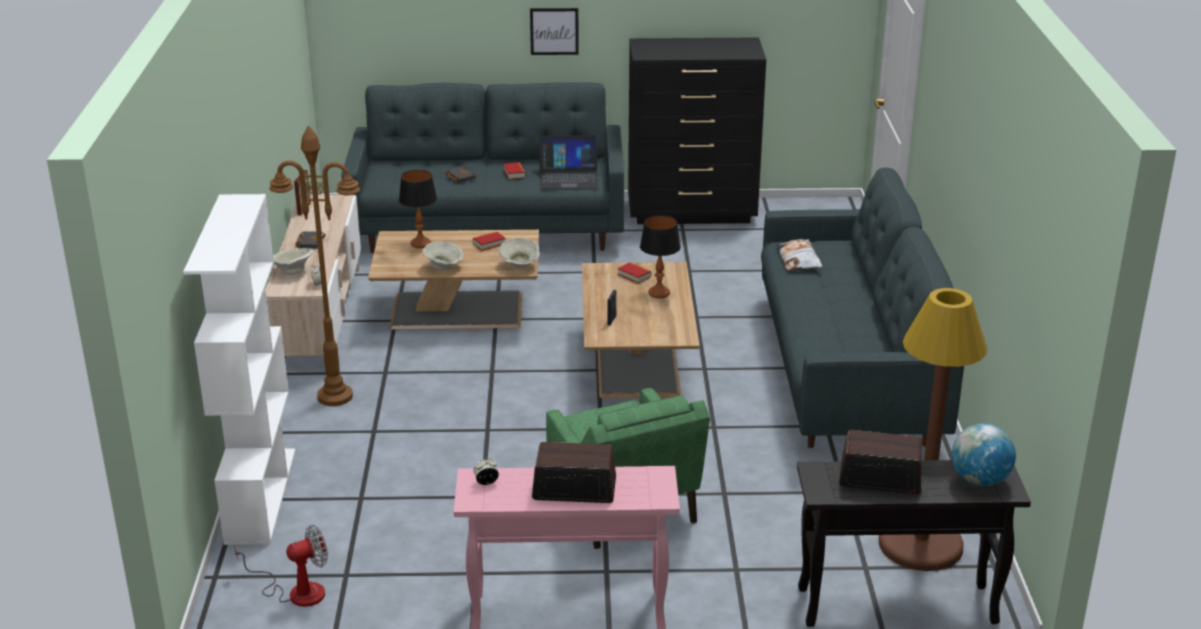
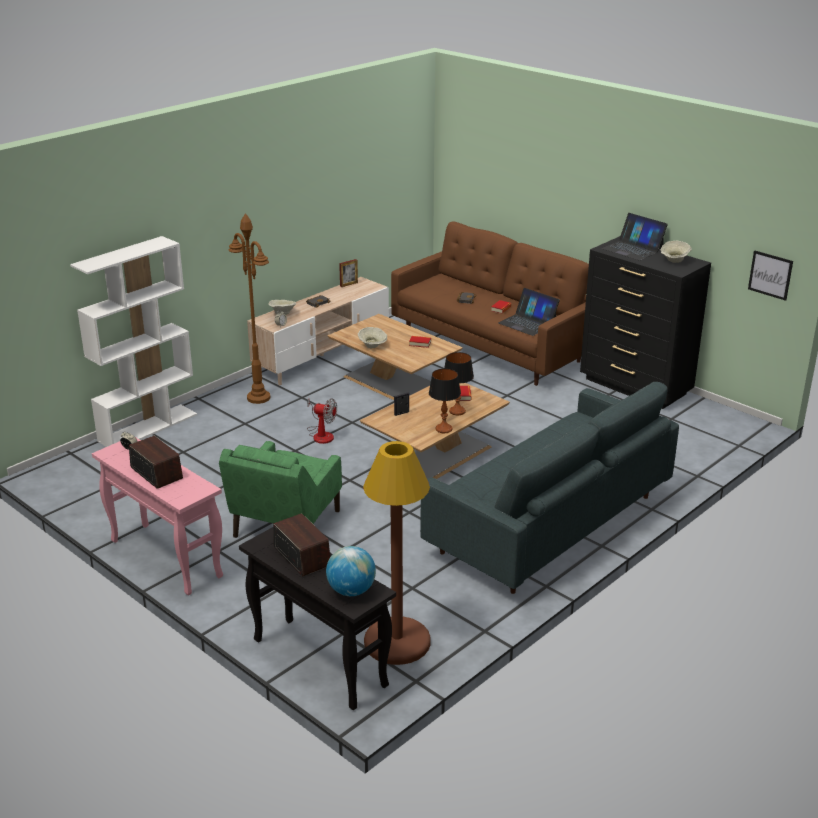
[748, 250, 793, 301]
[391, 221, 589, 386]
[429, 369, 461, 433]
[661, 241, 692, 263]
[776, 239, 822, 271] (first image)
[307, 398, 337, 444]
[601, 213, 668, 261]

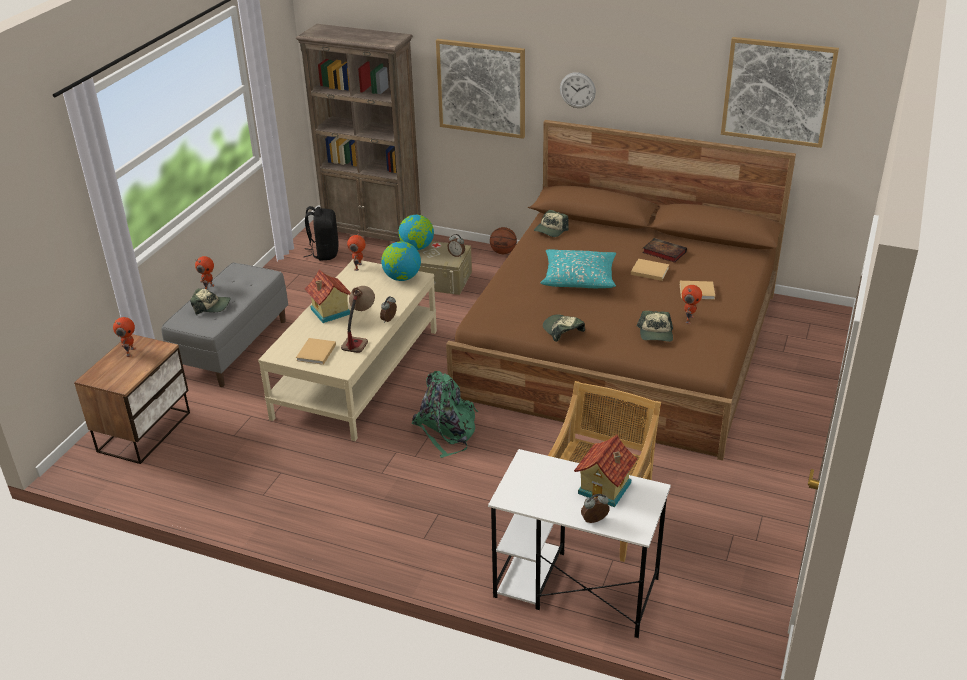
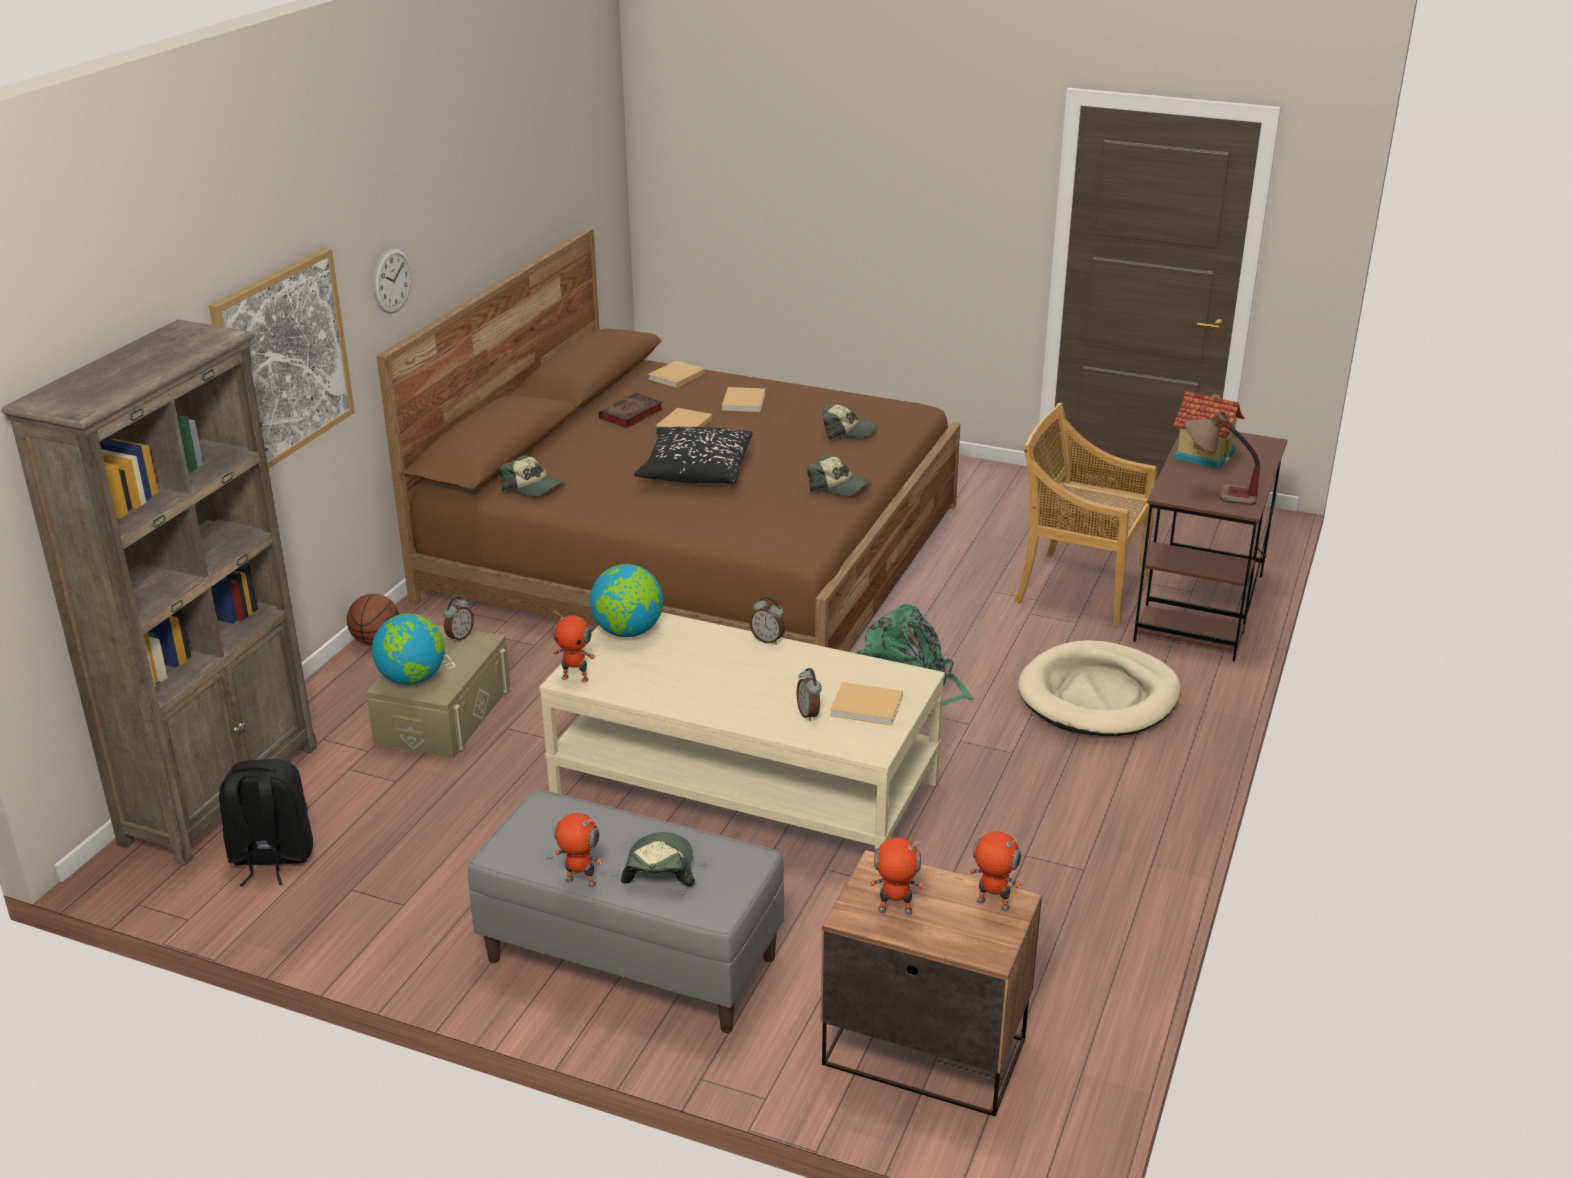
[721, 37, 839, 148] (first image)
[634, 427, 753, 483]
[305, 269, 351, 323] (first image)
[968, 831, 1022, 912]
[1185, 411, 1260, 506]
[807, 455, 871, 496]
[1133, 432, 1287, 662]
[797, 668, 822, 721]
[648, 360, 705, 388]
[1018, 640, 1181, 736]

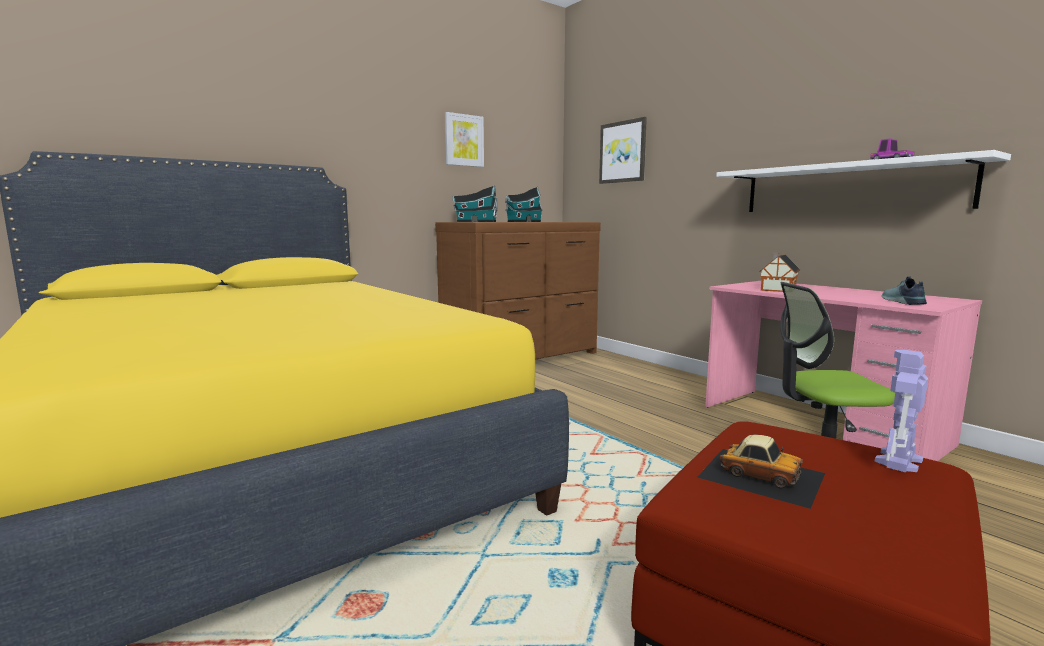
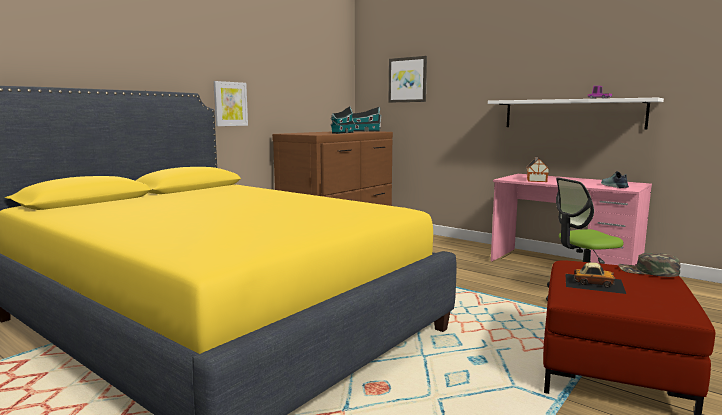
[213, 81, 248, 126]
[352, 106, 381, 132]
[618, 252, 680, 277]

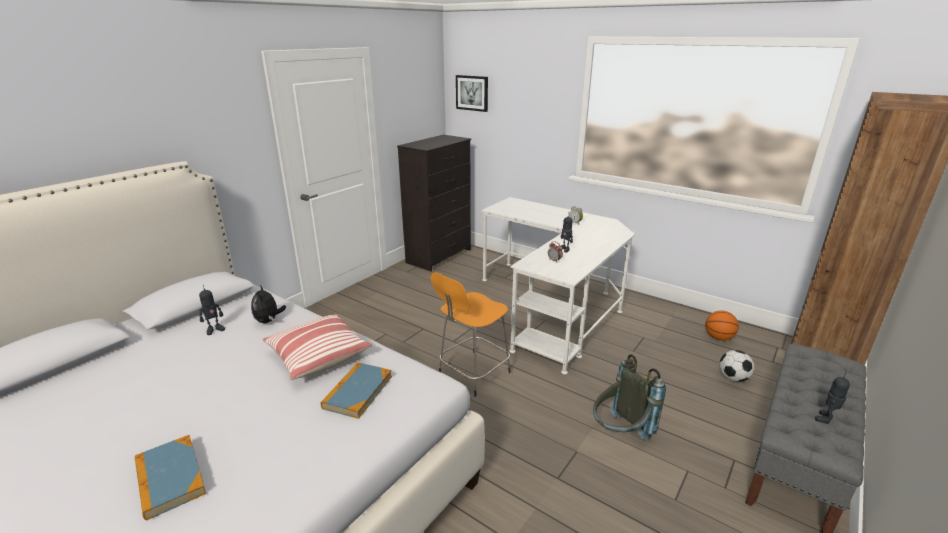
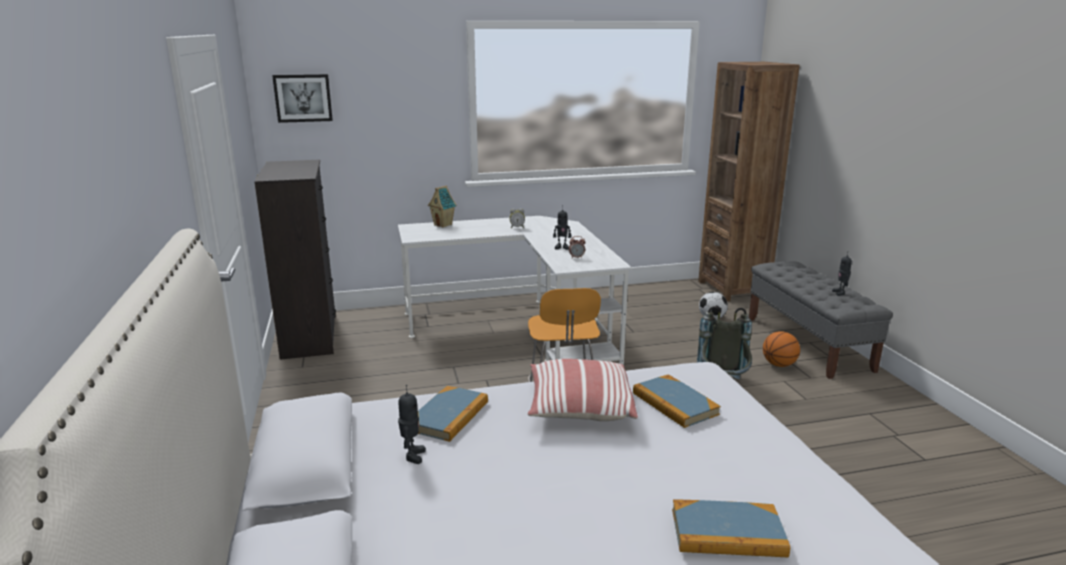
[418, 386, 488, 442]
[763, 331, 800, 367]
[428, 185, 456, 227]

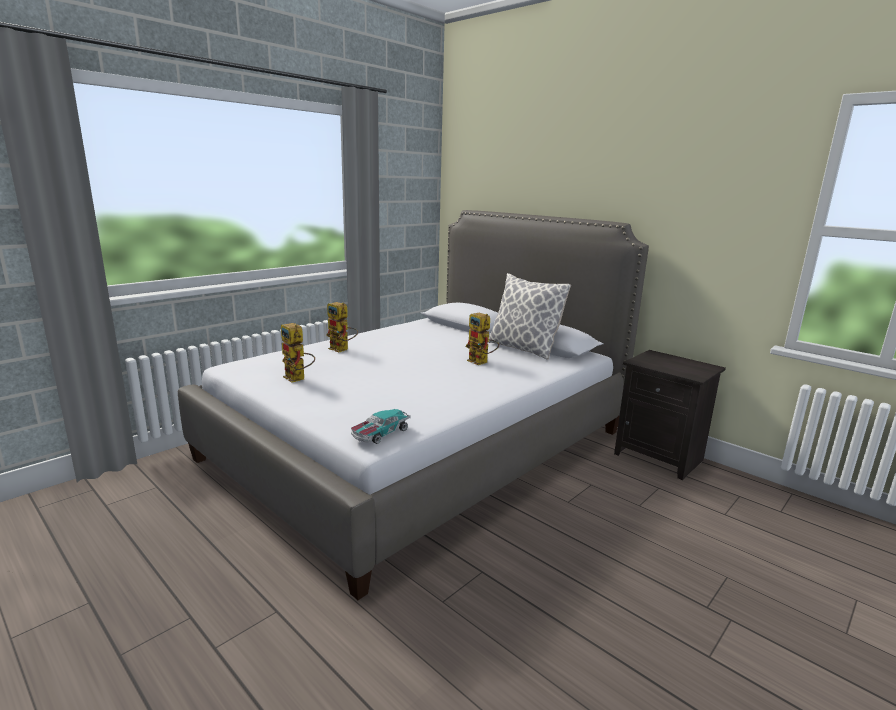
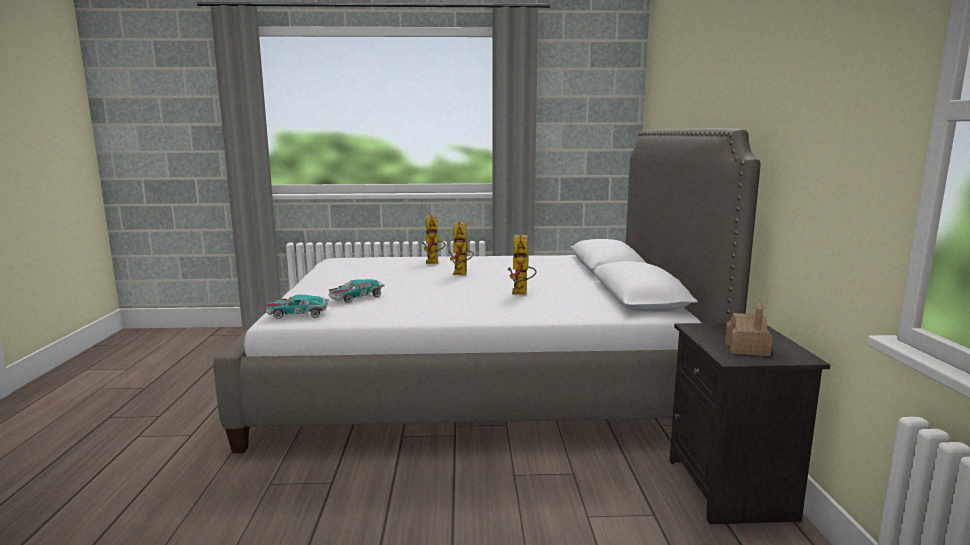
[488, 273, 571, 360] (first image)
[448, 222, 474, 275]
[329, 279, 384, 303]
[725, 302, 773, 356]

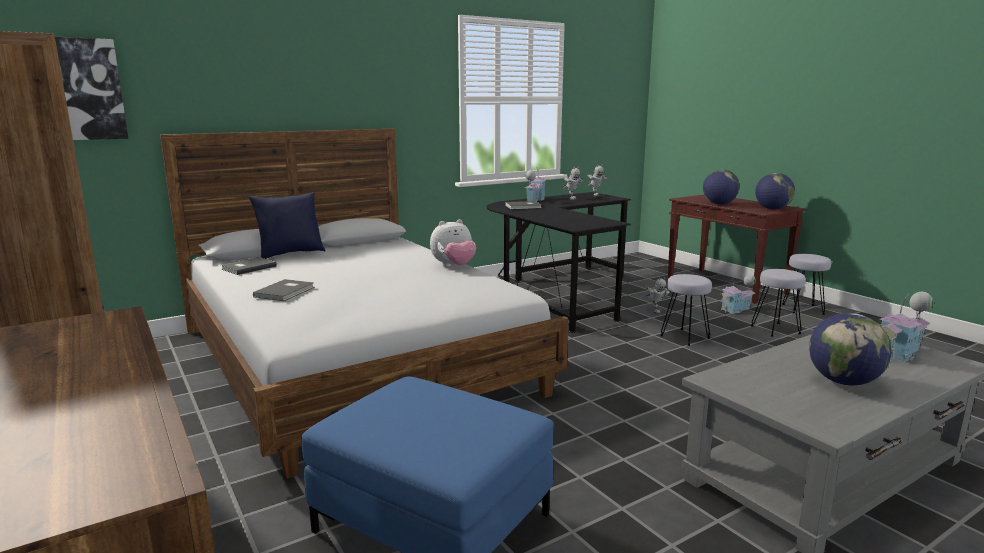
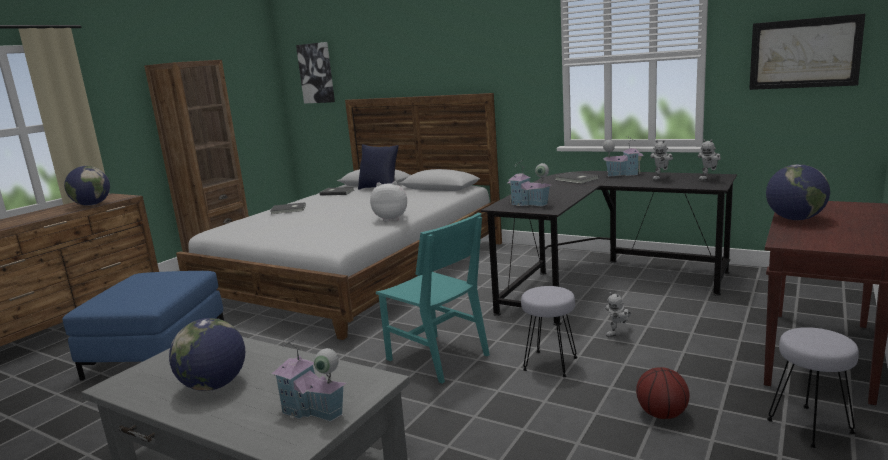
[64, 166, 110, 206]
[370, 182, 407, 222]
[636, 367, 690, 419]
[507, 160, 551, 206]
[749, 14, 865, 90]
[376, 212, 490, 384]

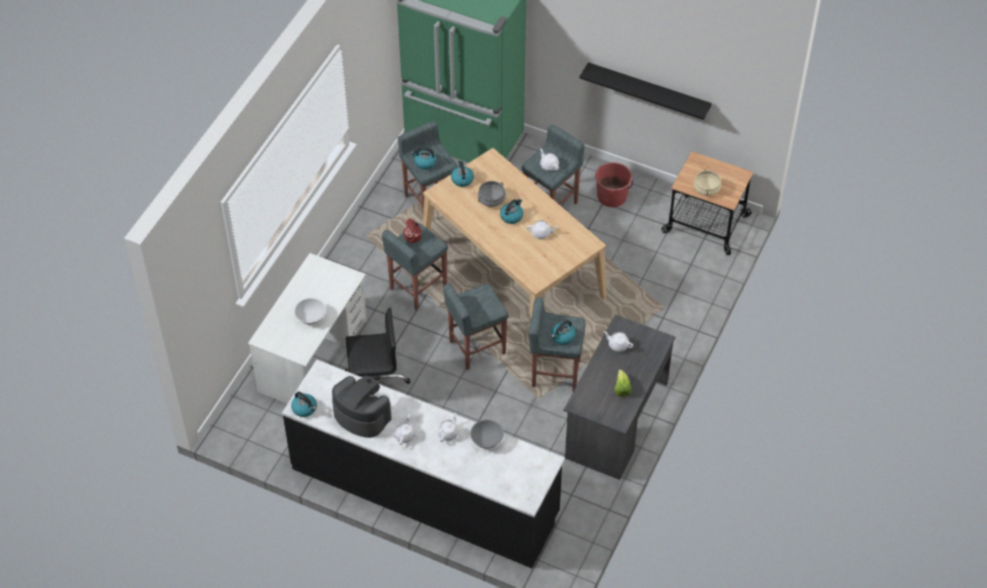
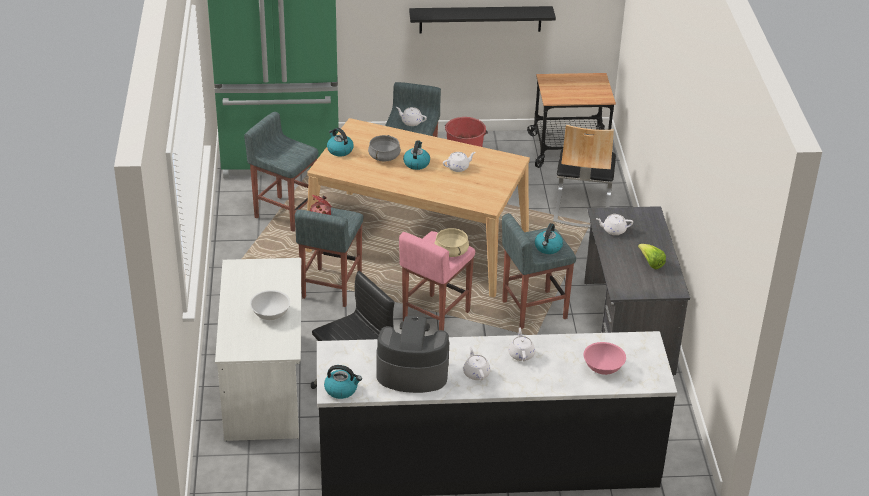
[411, 147, 437, 170] (first image)
[435, 228, 469, 257]
[399, 231, 475, 331]
[470, 419, 504, 449] (first image)
[553, 125, 616, 228]
[583, 342, 626, 375]

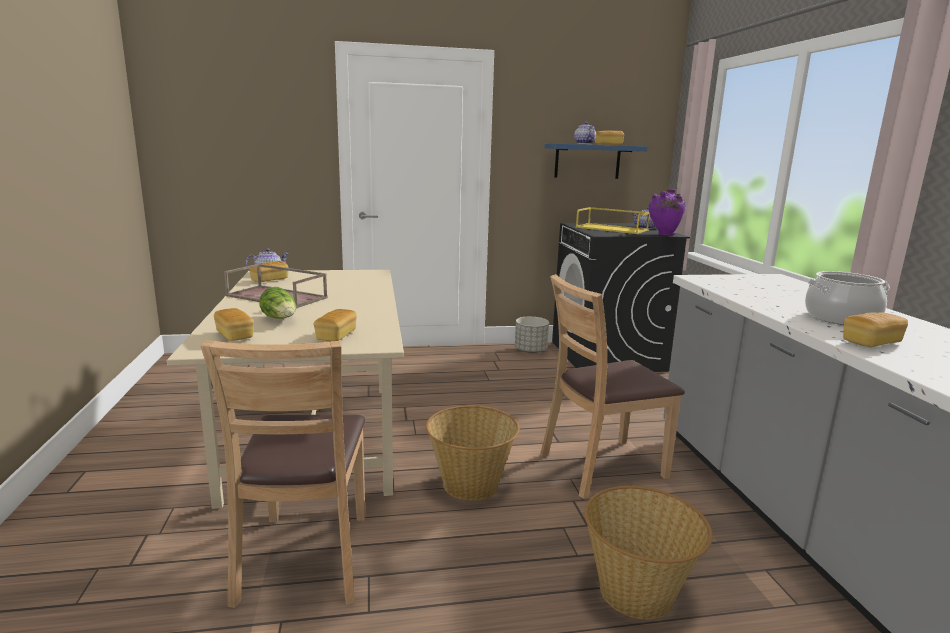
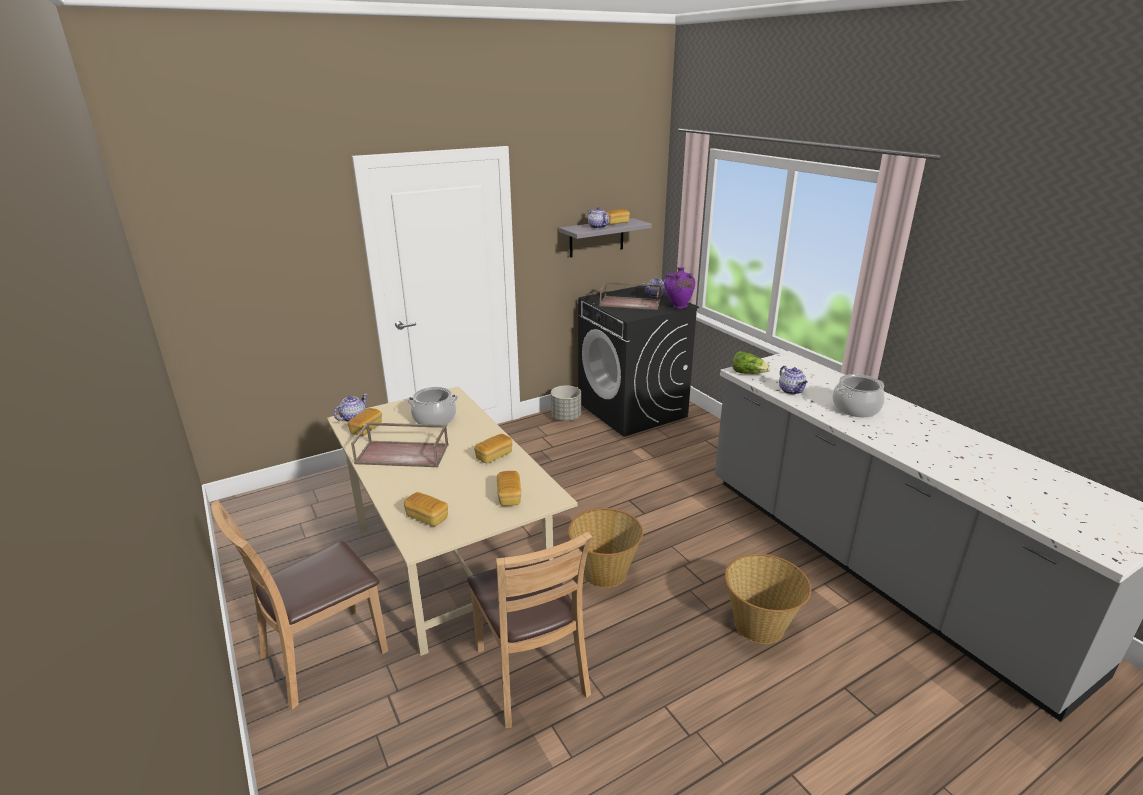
[559, 218, 652, 257]
[600, 282, 662, 310]
[211, 500, 388, 710]
[732, 351, 771, 374]
[474, 434, 512, 463]
[779, 366, 808, 394]
[407, 387, 458, 428]

